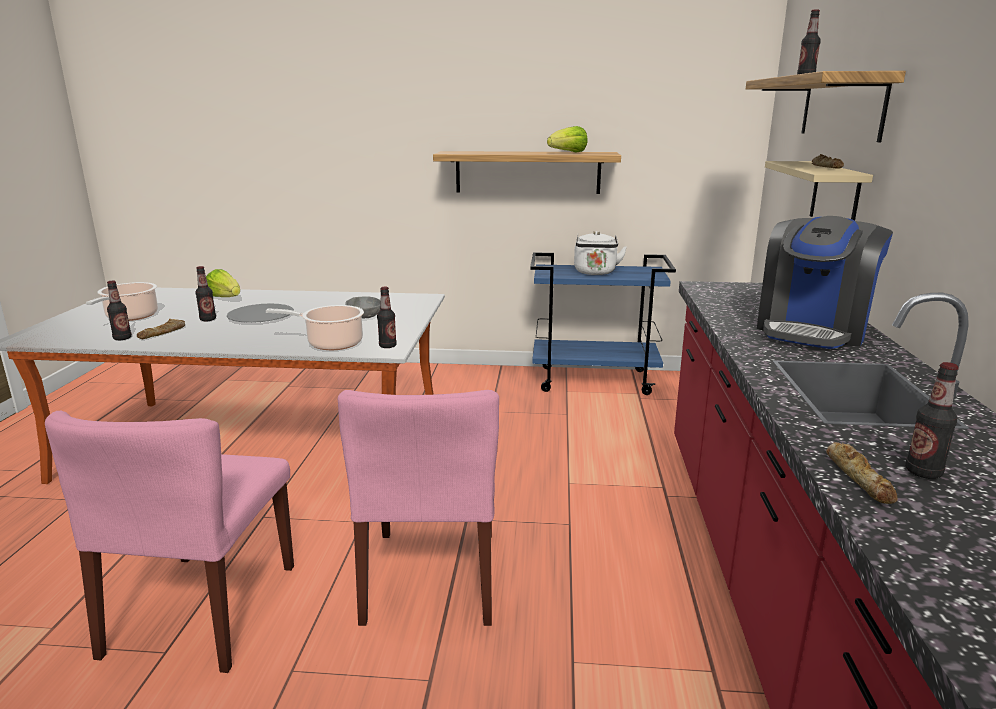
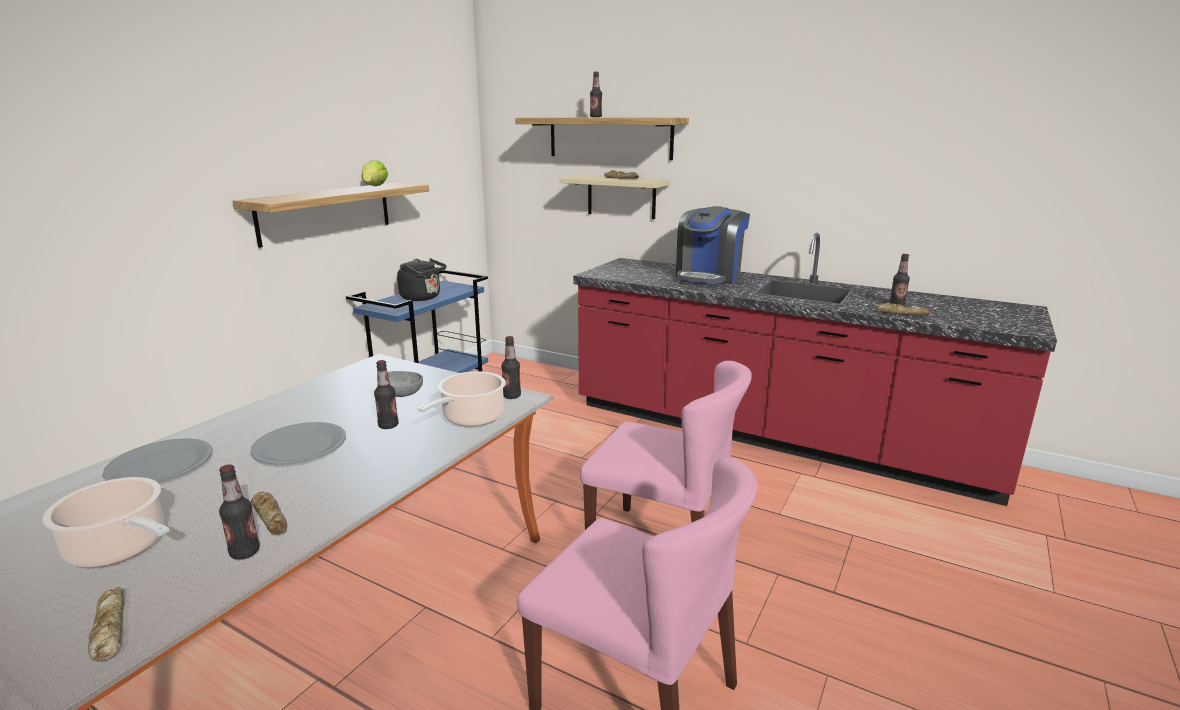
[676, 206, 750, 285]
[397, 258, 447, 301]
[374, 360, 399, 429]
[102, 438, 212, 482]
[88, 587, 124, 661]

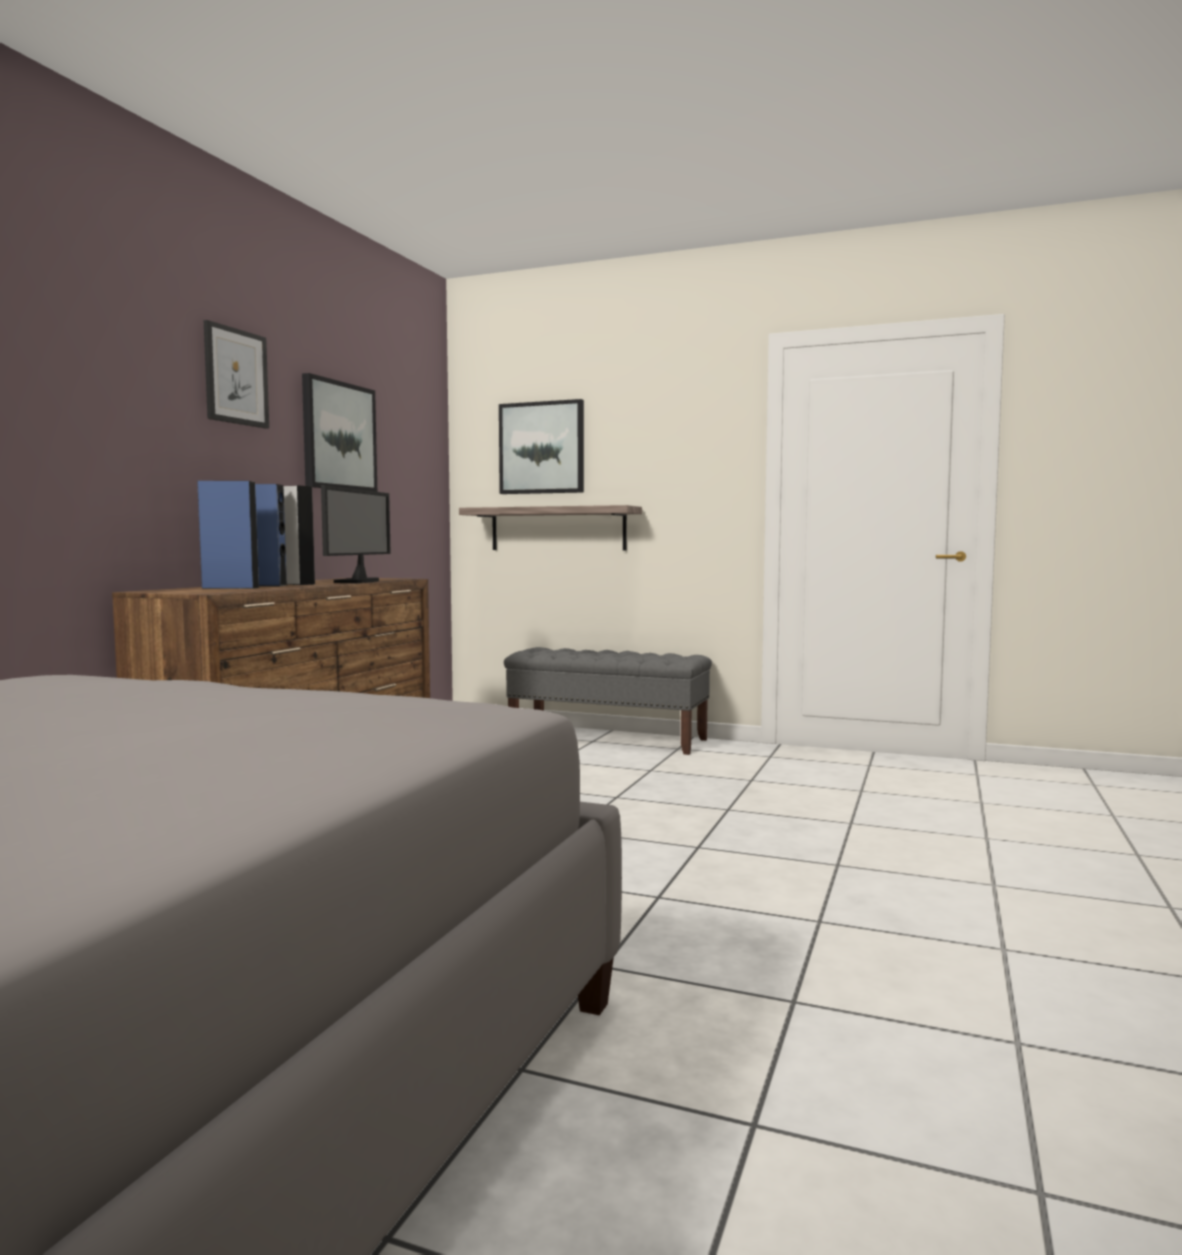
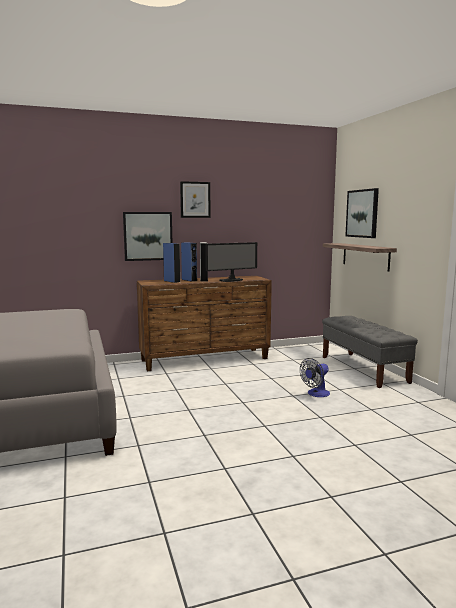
[123, 212, 172, 261]
[300, 358, 330, 397]

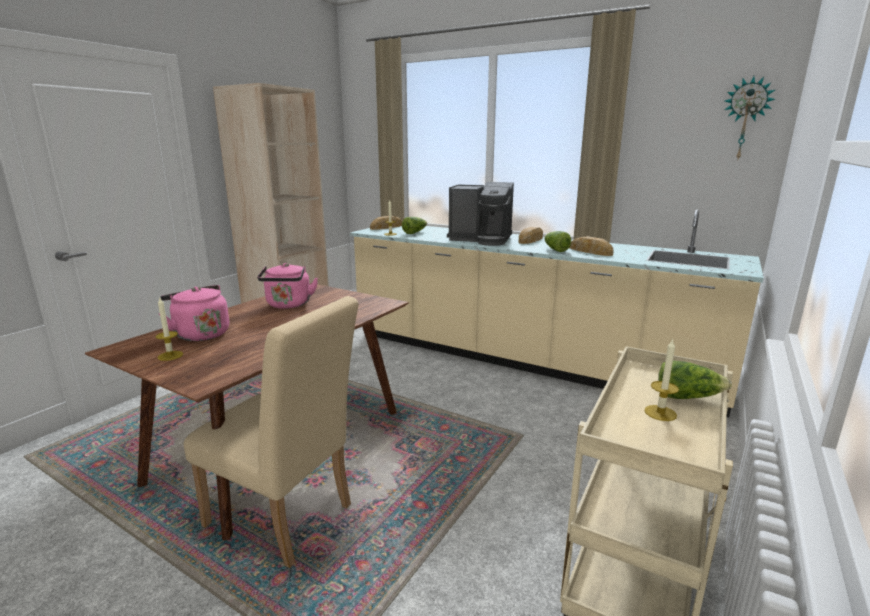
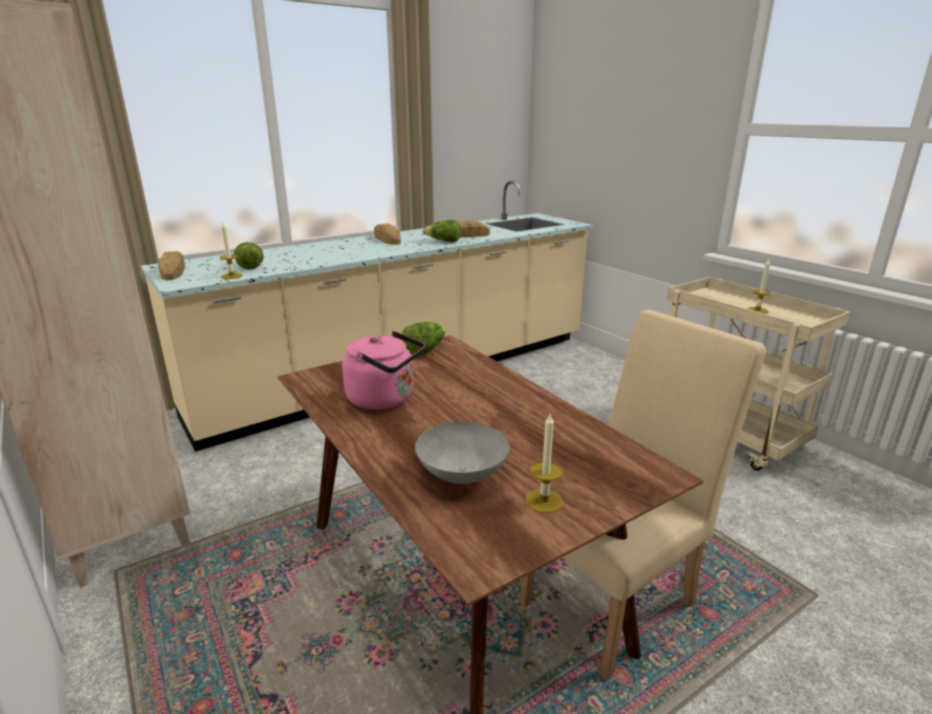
[724, 76, 776, 159] (first image)
[447, 182, 514, 246] (first image)
[415, 422, 509, 484]
[402, 322, 446, 355]

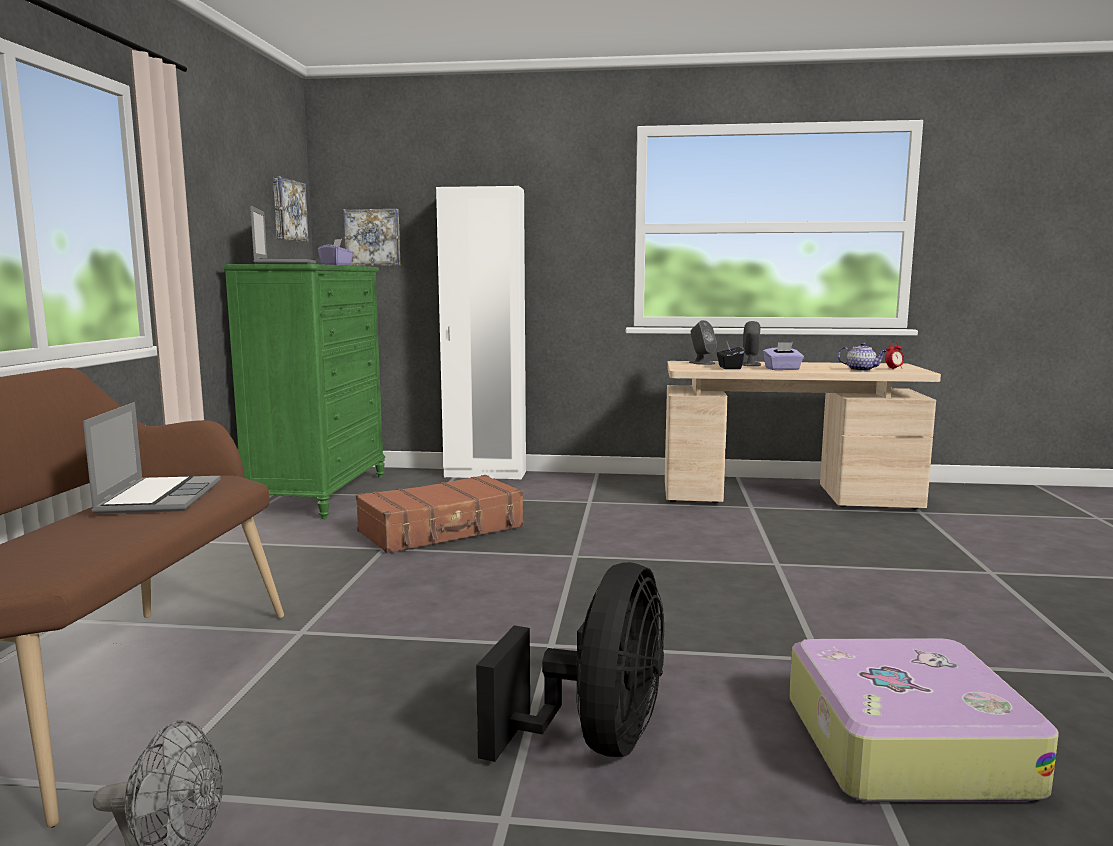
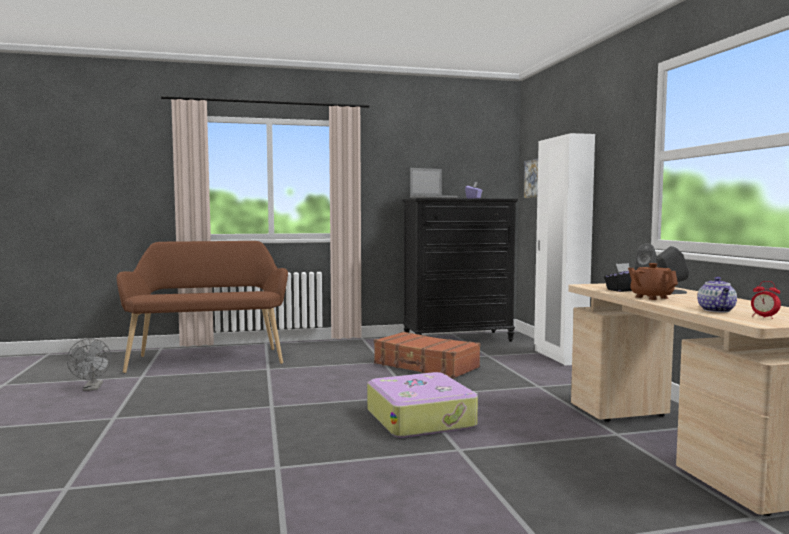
[273, 177, 309, 242] (first image)
[402, 198, 518, 342]
[628, 263, 678, 300]
[83, 402, 221, 514] (first image)
[476, 562, 664, 762] (first image)
[367, 372, 478, 438]

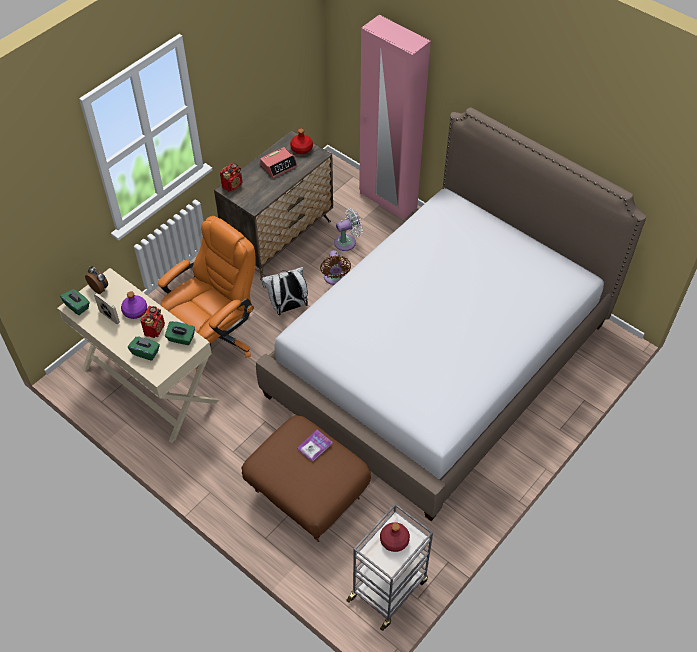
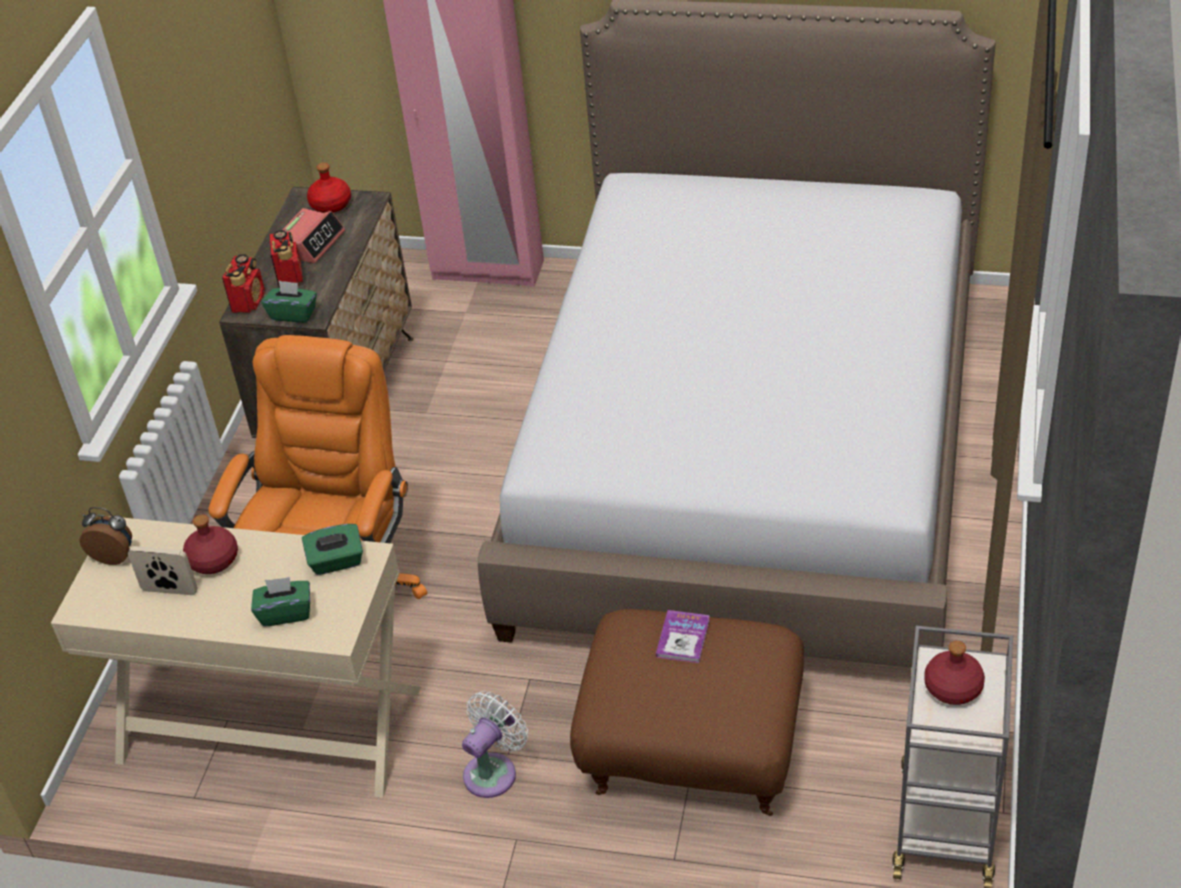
[462, 691, 528, 798]
[320, 250, 351, 285] (first image)
[261, 267, 308, 315] (first image)
[261, 281, 317, 323]
[183, 515, 238, 574]
[269, 230, 303, 288]

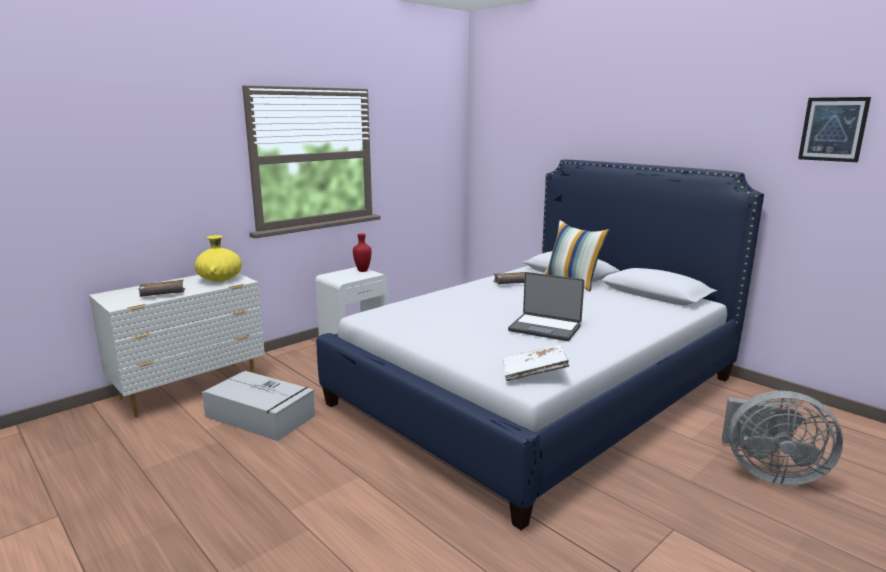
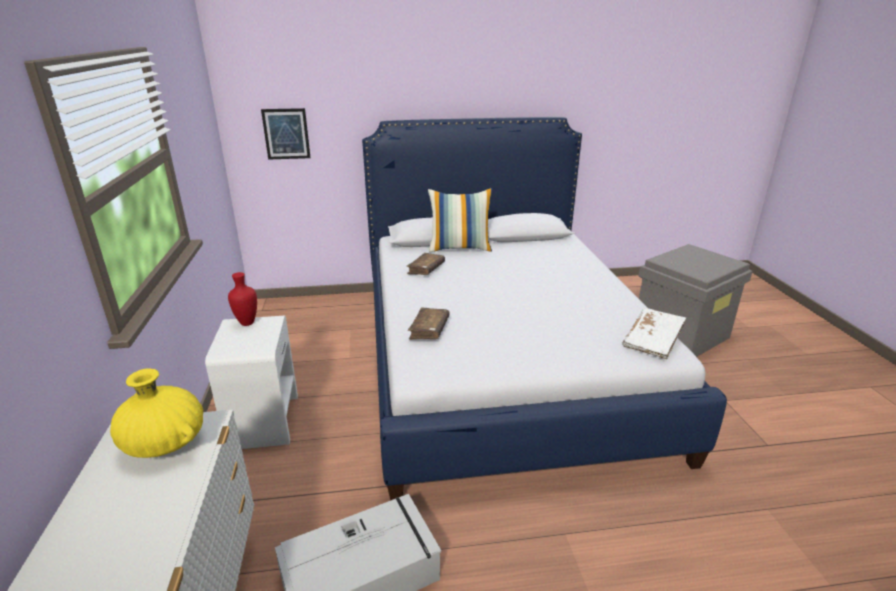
[261, 108, 311, 160]
[508, 272, 584, 341] (first image)
[408, 308, 450, 340]
[639, 244, 753, 357]

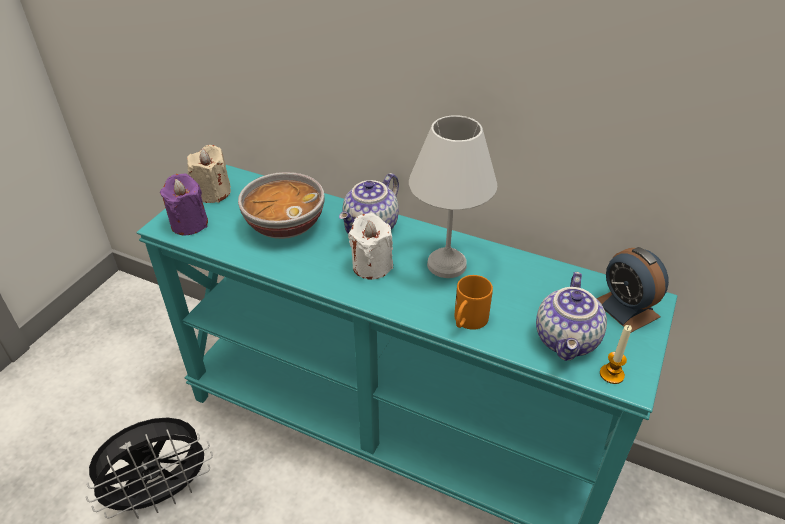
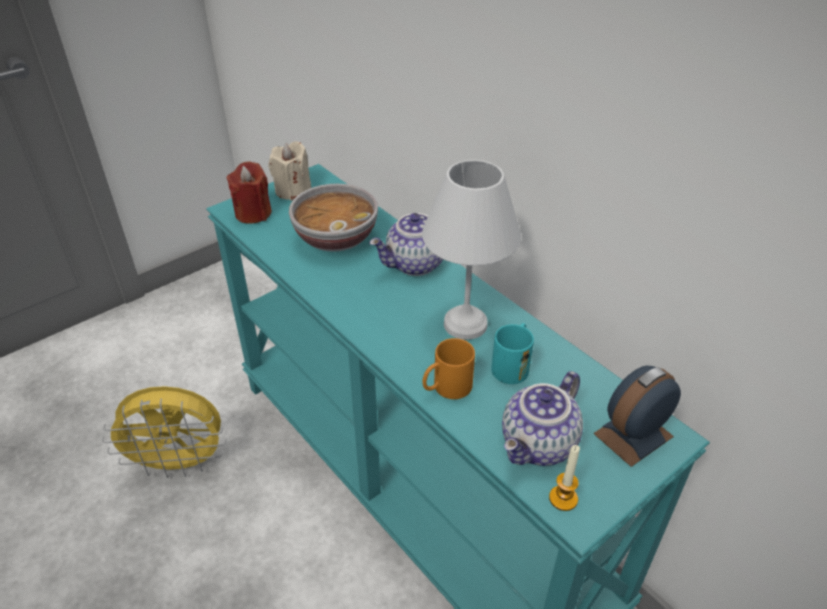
[227, 161, 272, 224]
[348, 213, 393, 280] (first image)
[593, 366, 681, 467]
[102, 386, 226, 478]
[491, 323, 534, 384]

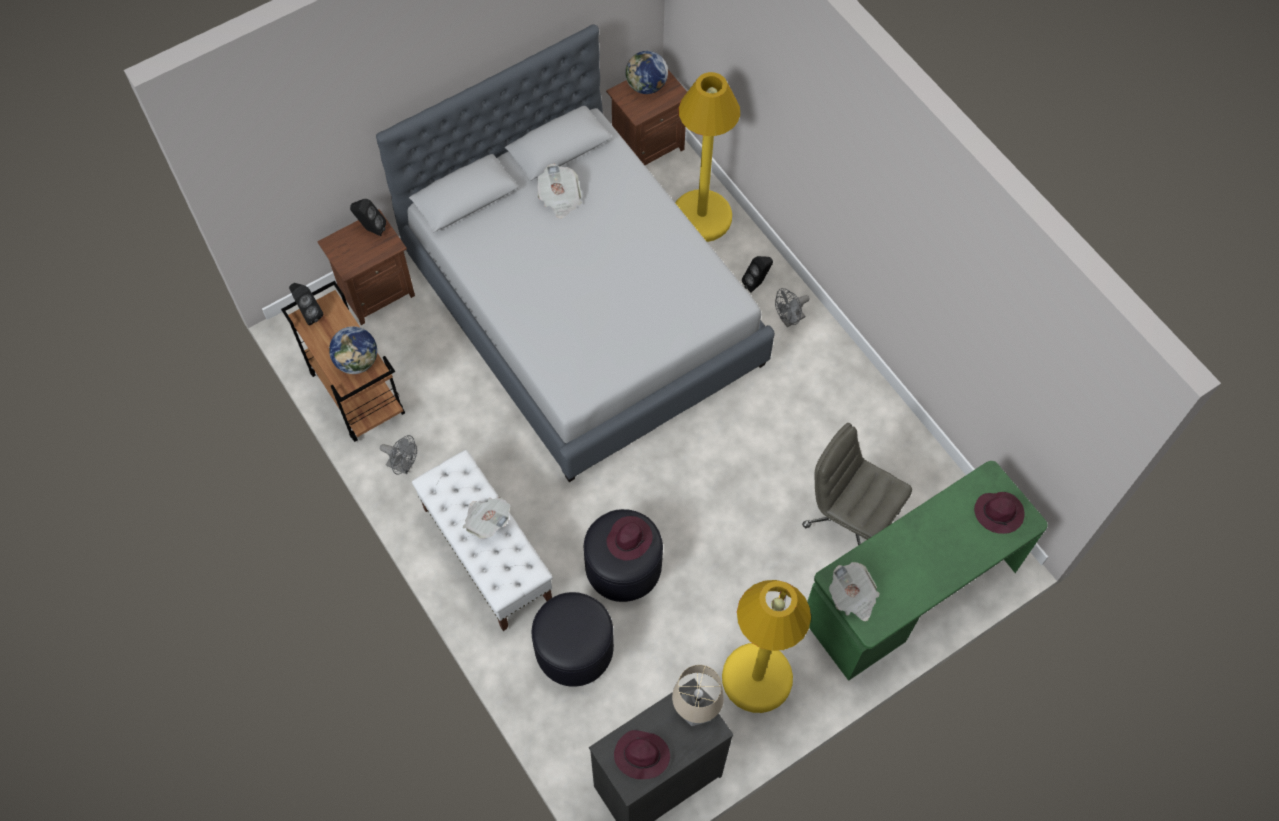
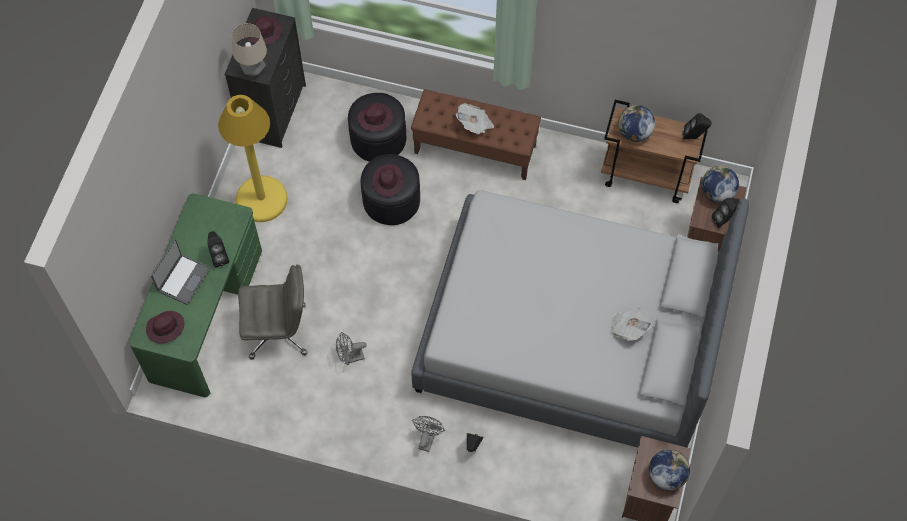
[676, 72, 740, 242] (first image)
[336, 332, 366, 365]
[411, 89, 541, 180]
[829, 562, 880, 621] (first image)
[358, 103, 393, 132]
[702, 166, 739, 203]
[207, 231, 229, 267]
[151, 239, 210, 305]

